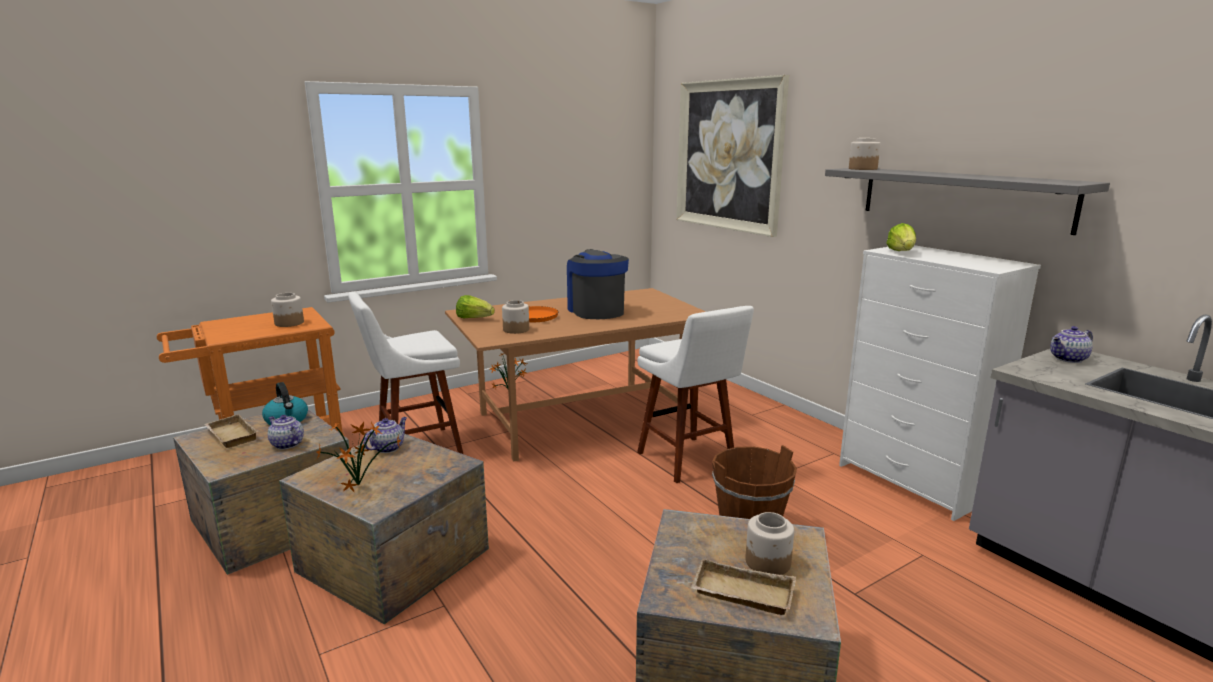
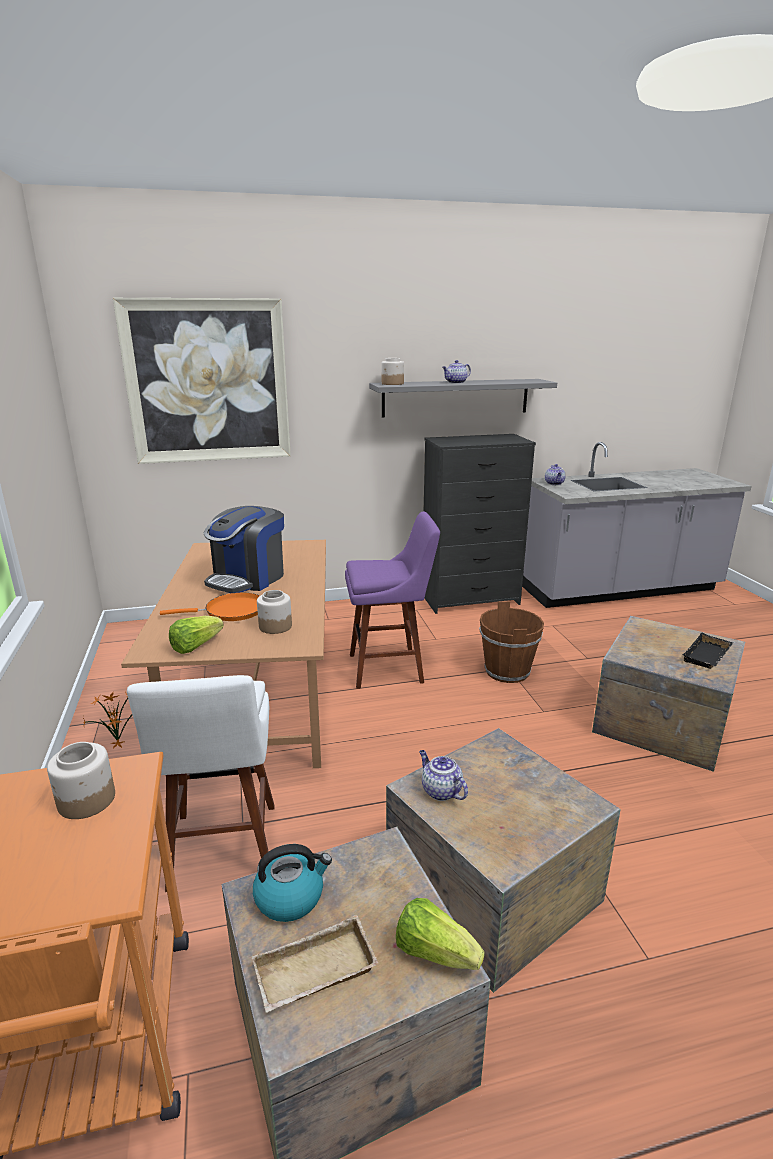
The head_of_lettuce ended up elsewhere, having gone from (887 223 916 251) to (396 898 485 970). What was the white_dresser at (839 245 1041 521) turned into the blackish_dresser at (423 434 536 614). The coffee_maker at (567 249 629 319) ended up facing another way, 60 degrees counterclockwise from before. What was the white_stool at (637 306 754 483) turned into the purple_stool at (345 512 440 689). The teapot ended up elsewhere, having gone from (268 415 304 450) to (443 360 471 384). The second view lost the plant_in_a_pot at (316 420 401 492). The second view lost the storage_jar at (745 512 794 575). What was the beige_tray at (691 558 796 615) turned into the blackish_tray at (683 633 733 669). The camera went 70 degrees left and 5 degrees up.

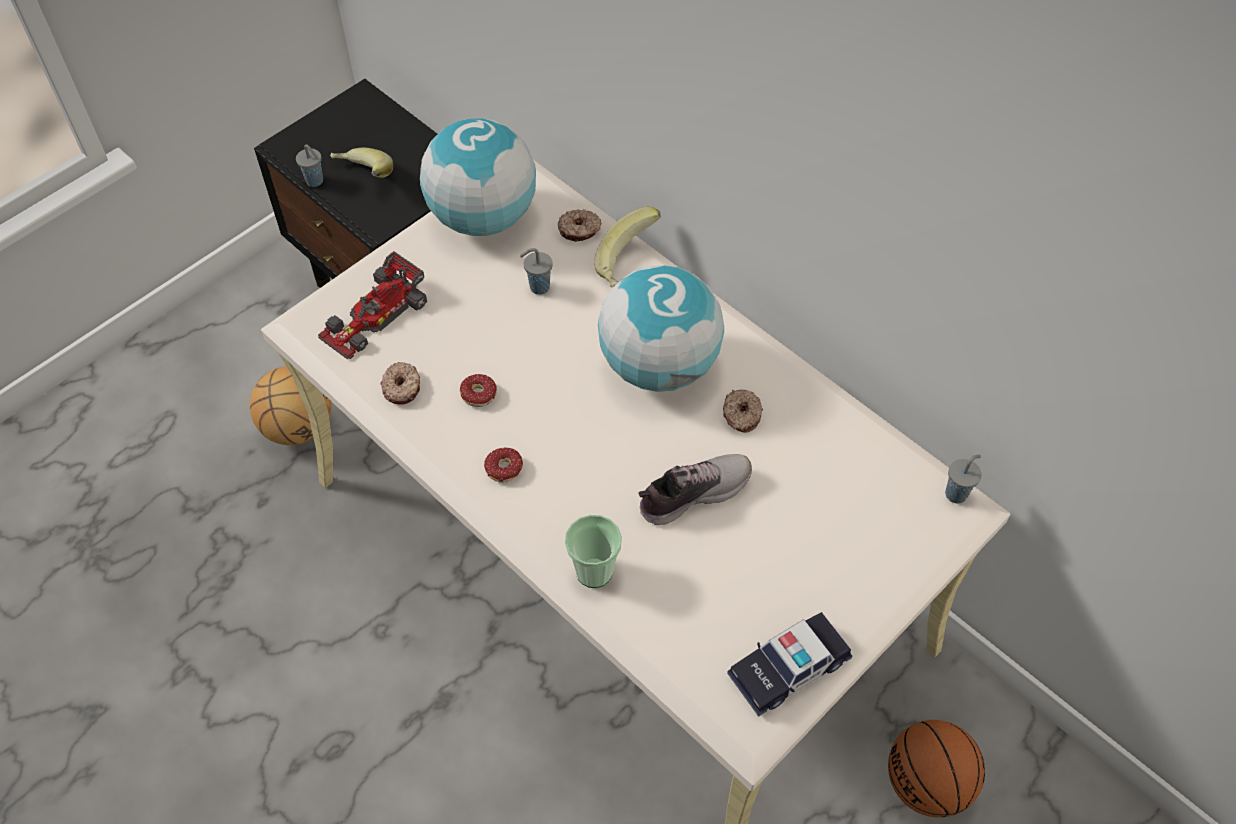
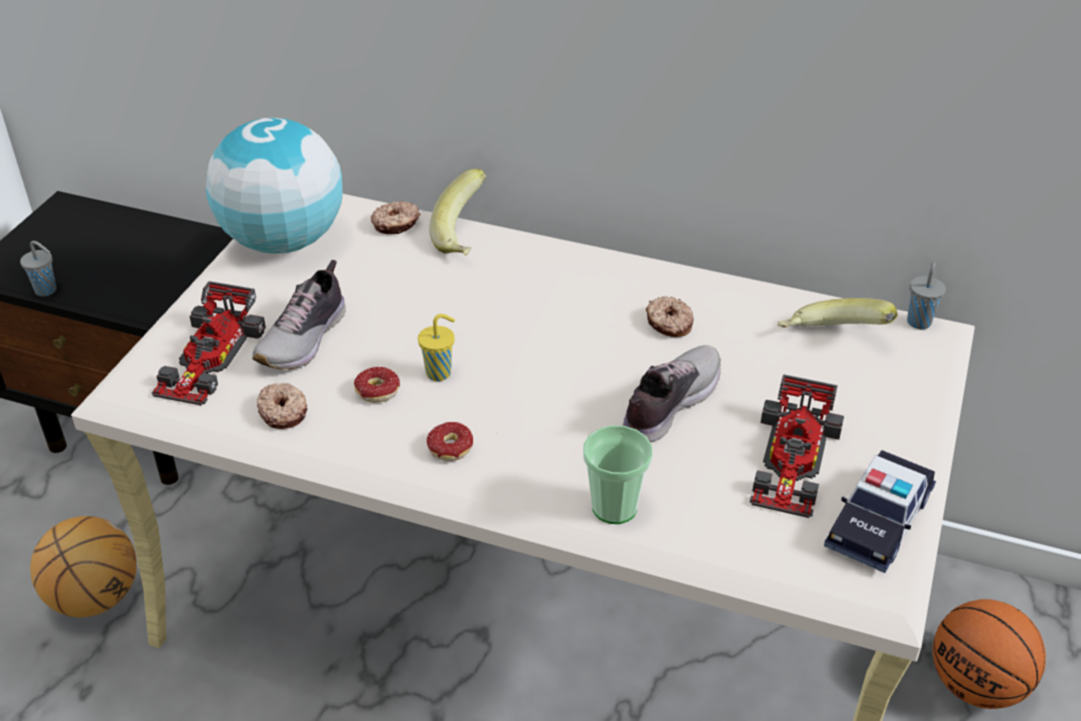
The whole_banana ended up elsewhere, having gone from (330 148 393 178) to (778 298 898 328). The second view lost the grey_drinking_cup at (520 248 553 295). The second view lost the world_globe at (598 265 724 392). The second view gained the item_of_footwear at (252 260 346 370). The second view gained the yellow-coloured_drinking_cup at (418 314 455 381). The second view gained the miniature_car at (749 374 844 518). The camera went 25 degrees left and 15 degrees down.

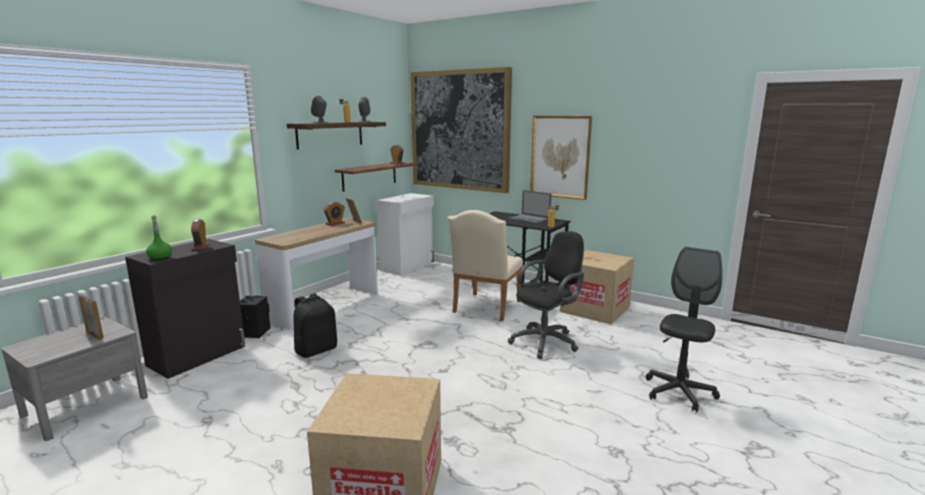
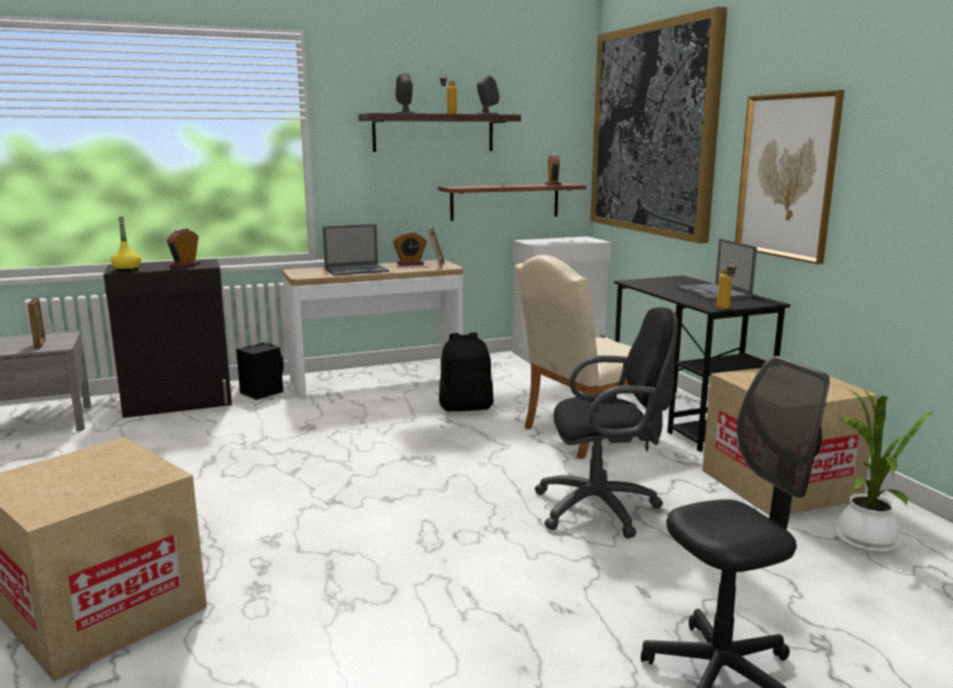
What was the greenish_bottle at (146 215 172 260) turned into the yellow-coloured_bottle at (111 216 141 271). The blackish_rucksack ended up elsewhere, having gone from (293 293 337 358) to (439 332 494 411). The second view gained the portable_computer at (323 224 389 276). The second view gained the plant_in_a_pot at (835 387 933 553). The camera went 35 degrees right and 0 degrees up.

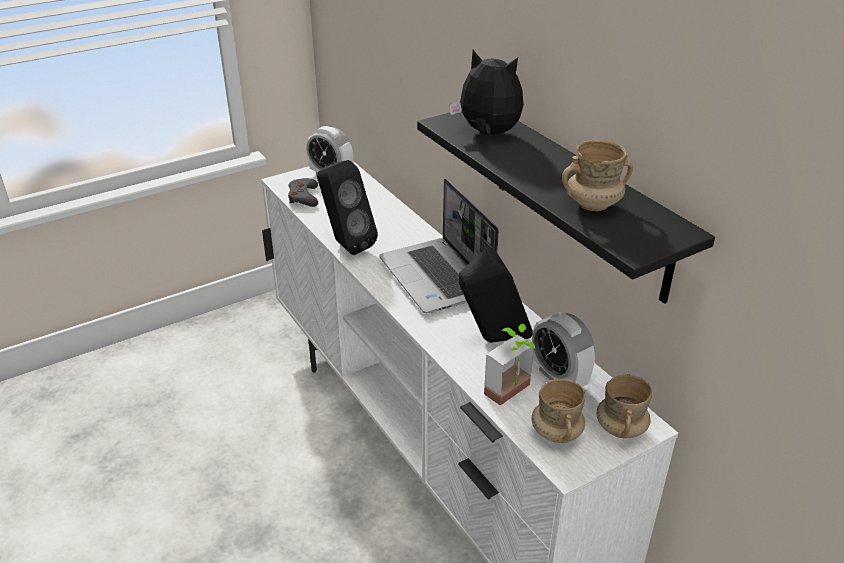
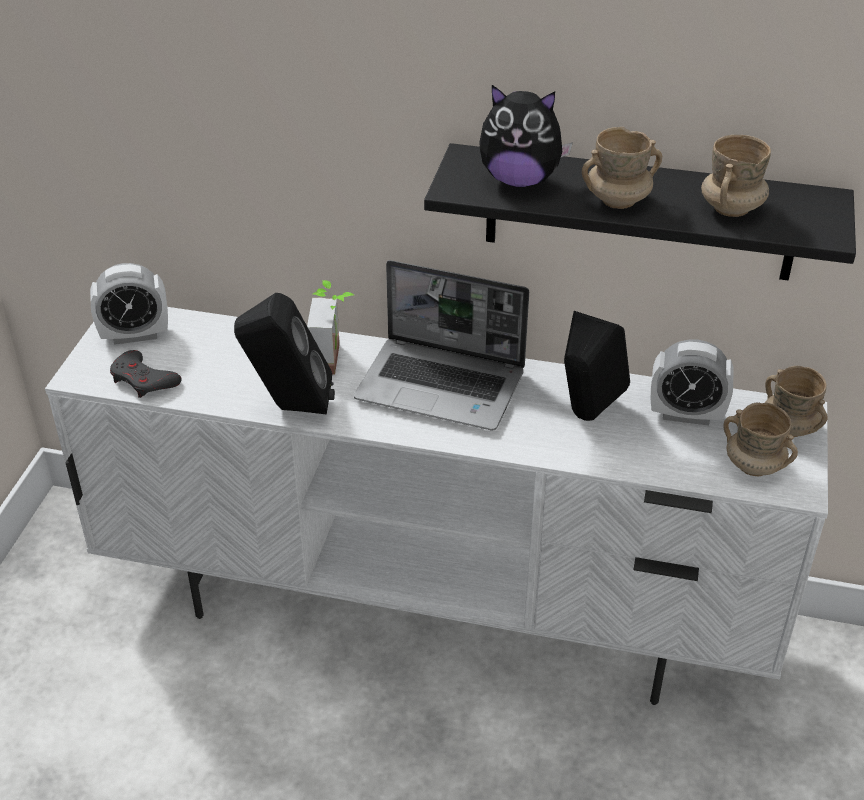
The cuddly_toy at (449 50 524 135) ended up facing another way, 150 degrees counterclockwise from before. The plant_in_a_pot ended up elsewhere, having gone from (484 324 536 405) to (307 280 354 374). The second view gained the beige_tea_mug at (582 127 662 209). The camera went 45 degrees left and 5 degrees up.

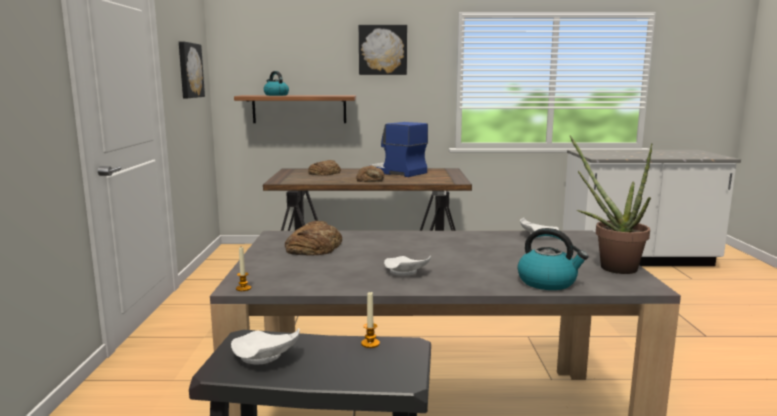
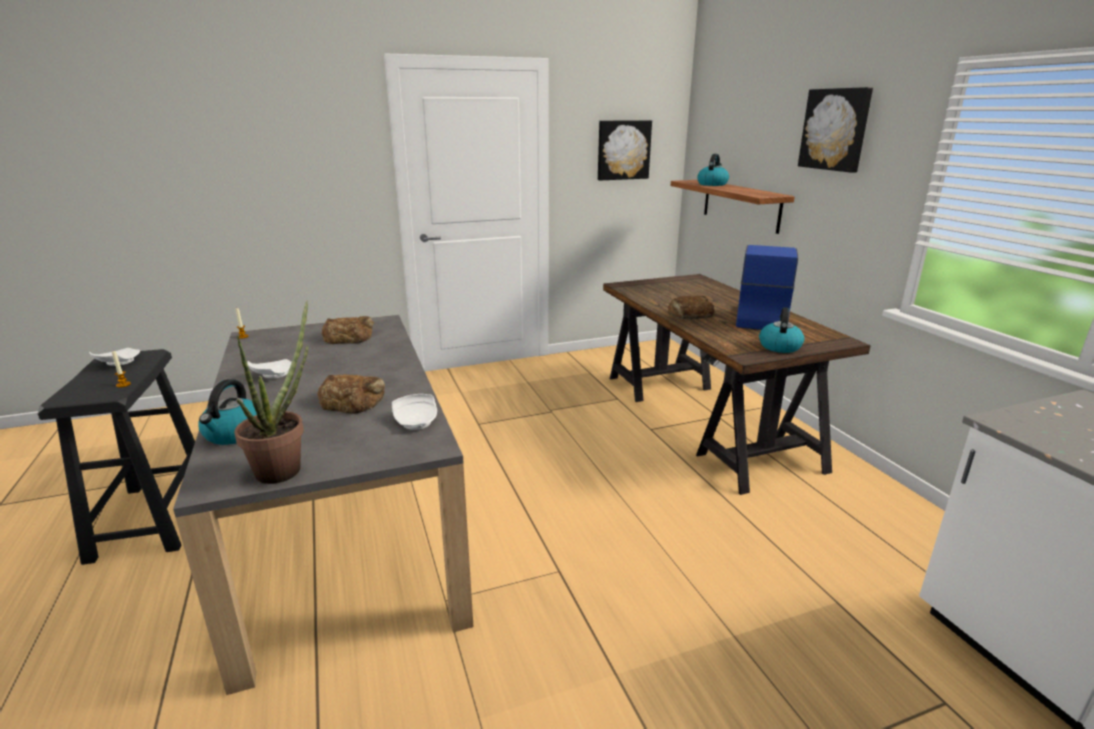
The baked_bread ended up elsewhere, having gone from (308 160 341 176) to (317 374 385 414). The second view gained the kettle at (759 307 804 353). The camera went 70 degrees right and 10 degrees up.

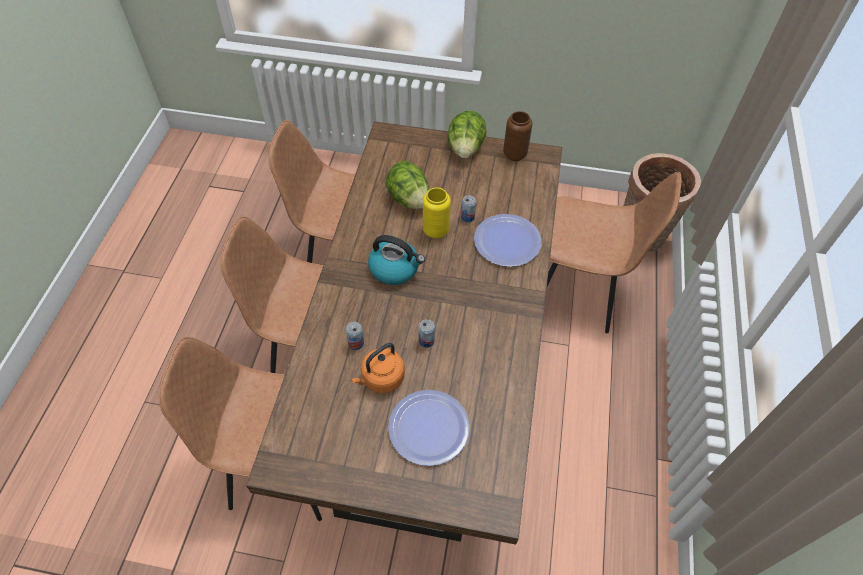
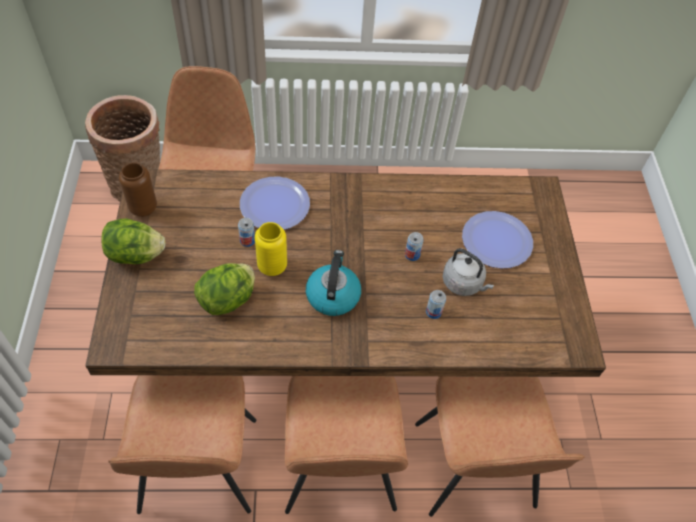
What was the orange-coloured_kettle at (351 343 405 393) turned into the grey_kettle at (443 248 494 296). The camera went 105 degrees left and 0 degrees up.

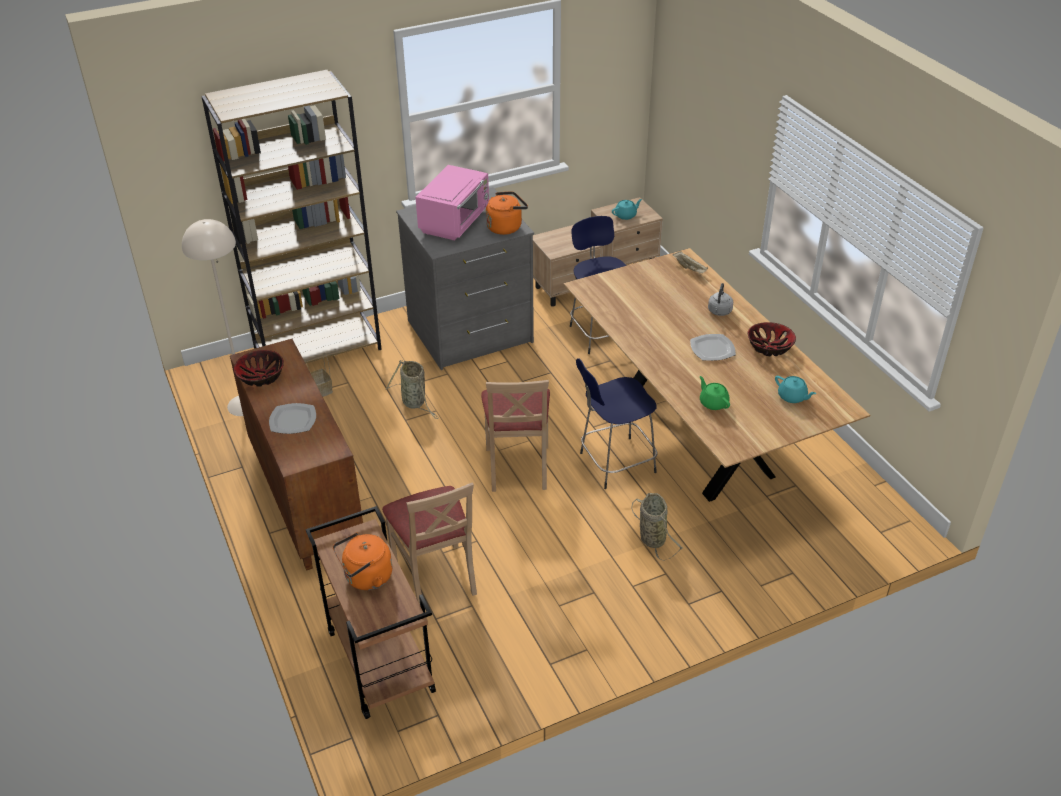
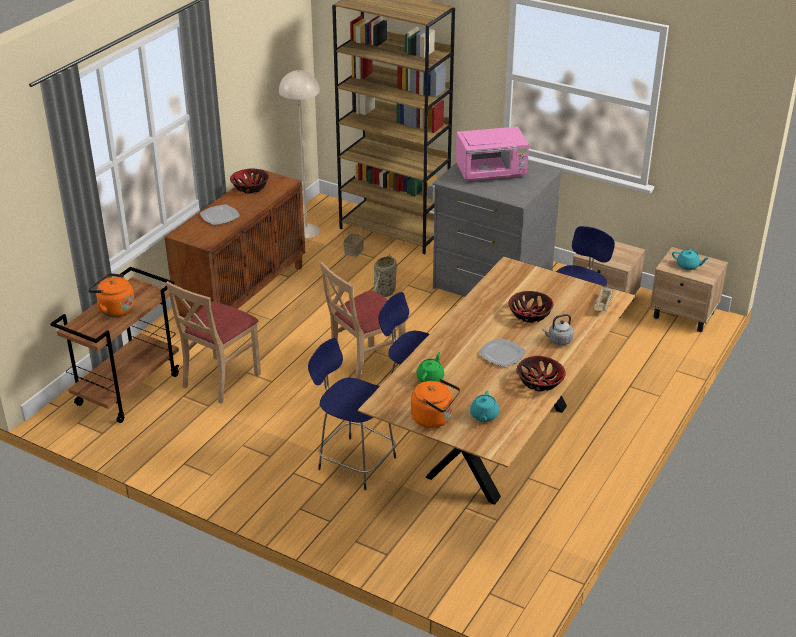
The orange-coloured_kettle ended up elsewhere, having gone from (486 191 528 235) to (411 379 460 428). Where the household_basket stood at (631 493 683 561), the blue_stool came to stand at (308 338 396 490). The second view gained the deep_dish at (508 291 553 323). The camera went 55 degrees right and 5 degrees down.

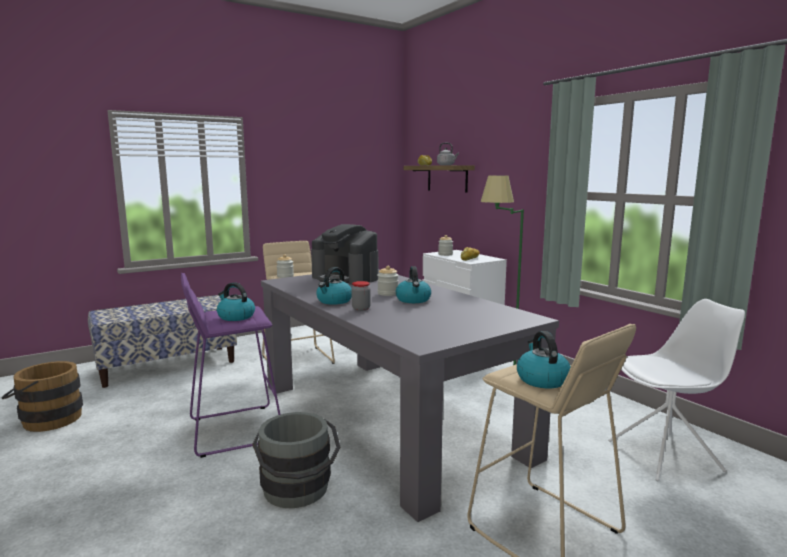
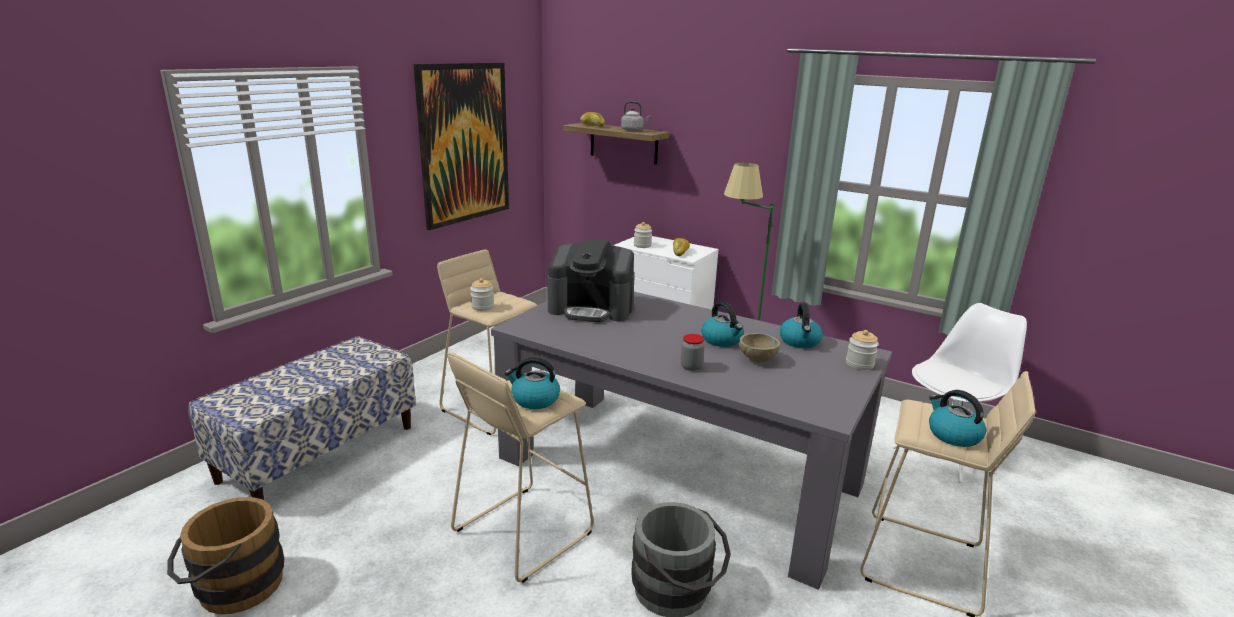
The storage_jar ended up elsewhere, having gone from (377 266 399 296) to (846 330 879 370). The kettle ended up elsewhere, having gone from (316 267 352 305) to (780 303 823 348). What was the purple_stool at (181 273 280 458) turned into the beige_stool at (448 353 594 583). The second view gained the wall_art at (413 63 509 230). The second view gained the beige_deep_dish at (739 333 780 363). The camera went 25 degrees left and 10 degrees up.

